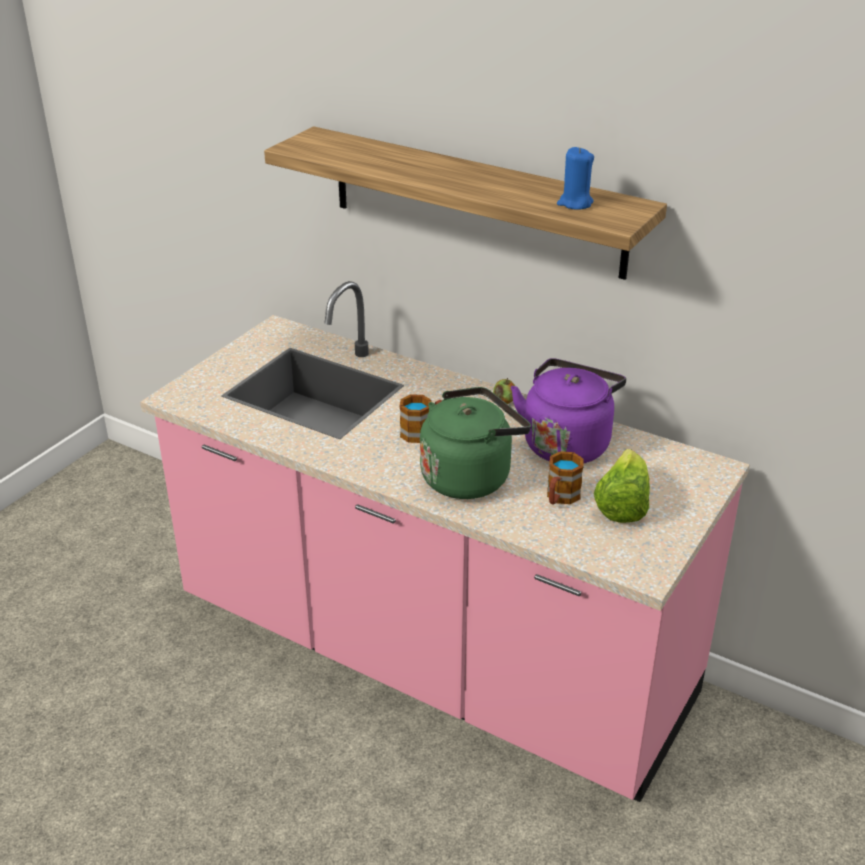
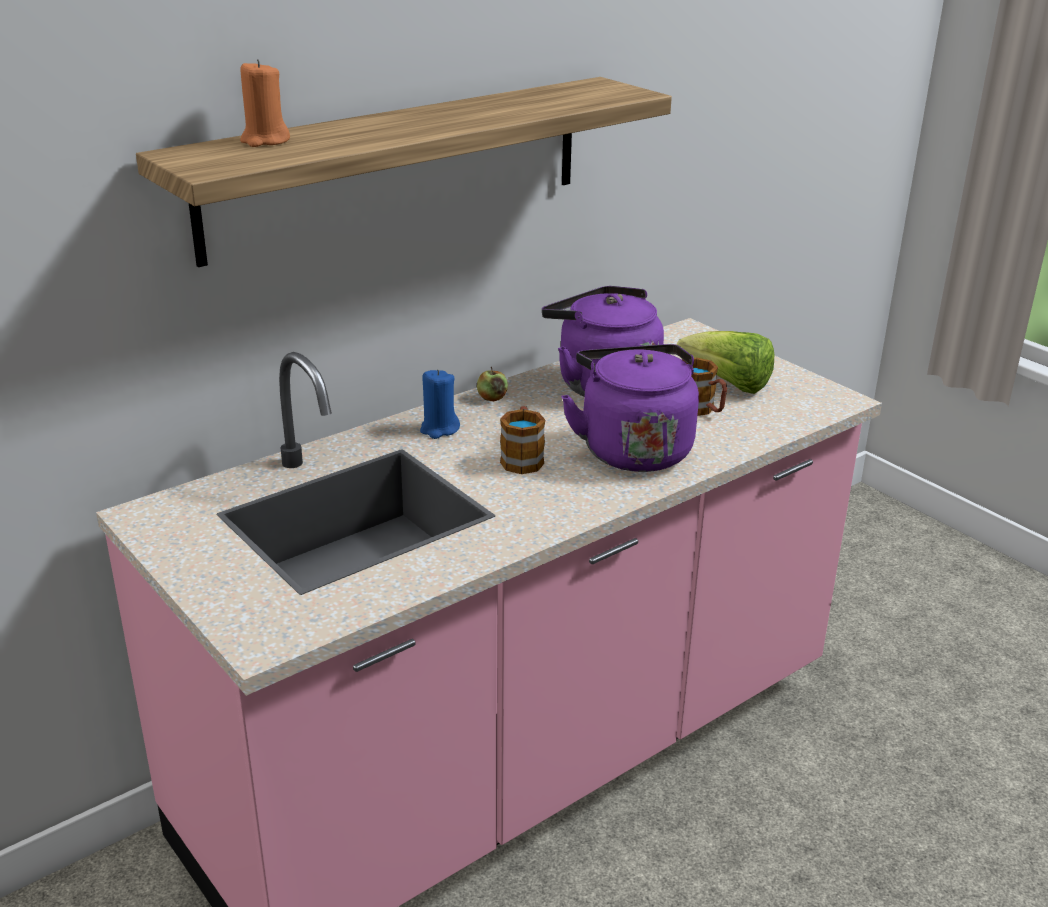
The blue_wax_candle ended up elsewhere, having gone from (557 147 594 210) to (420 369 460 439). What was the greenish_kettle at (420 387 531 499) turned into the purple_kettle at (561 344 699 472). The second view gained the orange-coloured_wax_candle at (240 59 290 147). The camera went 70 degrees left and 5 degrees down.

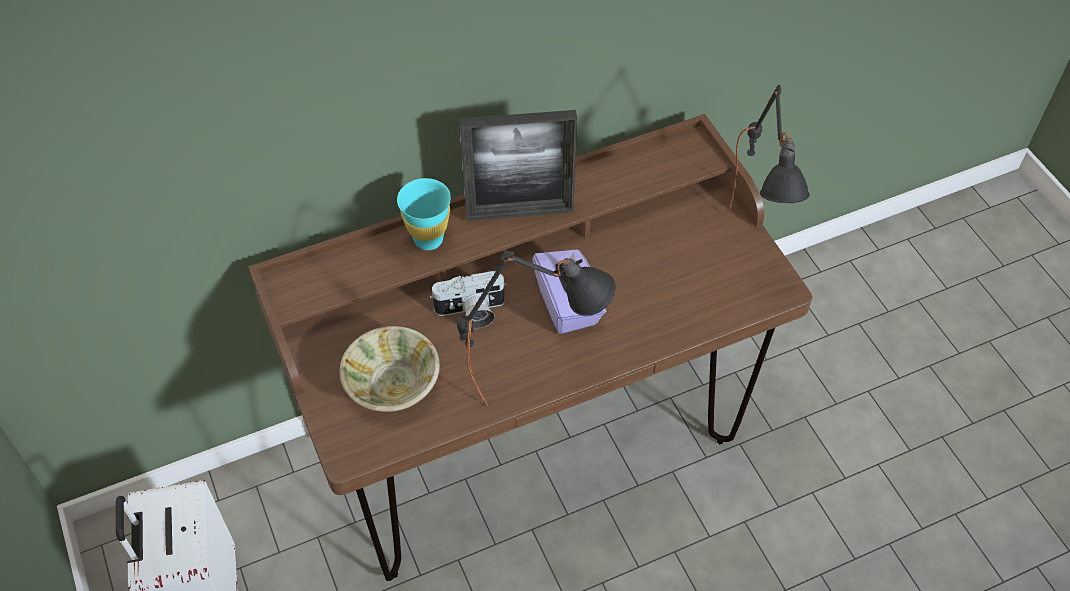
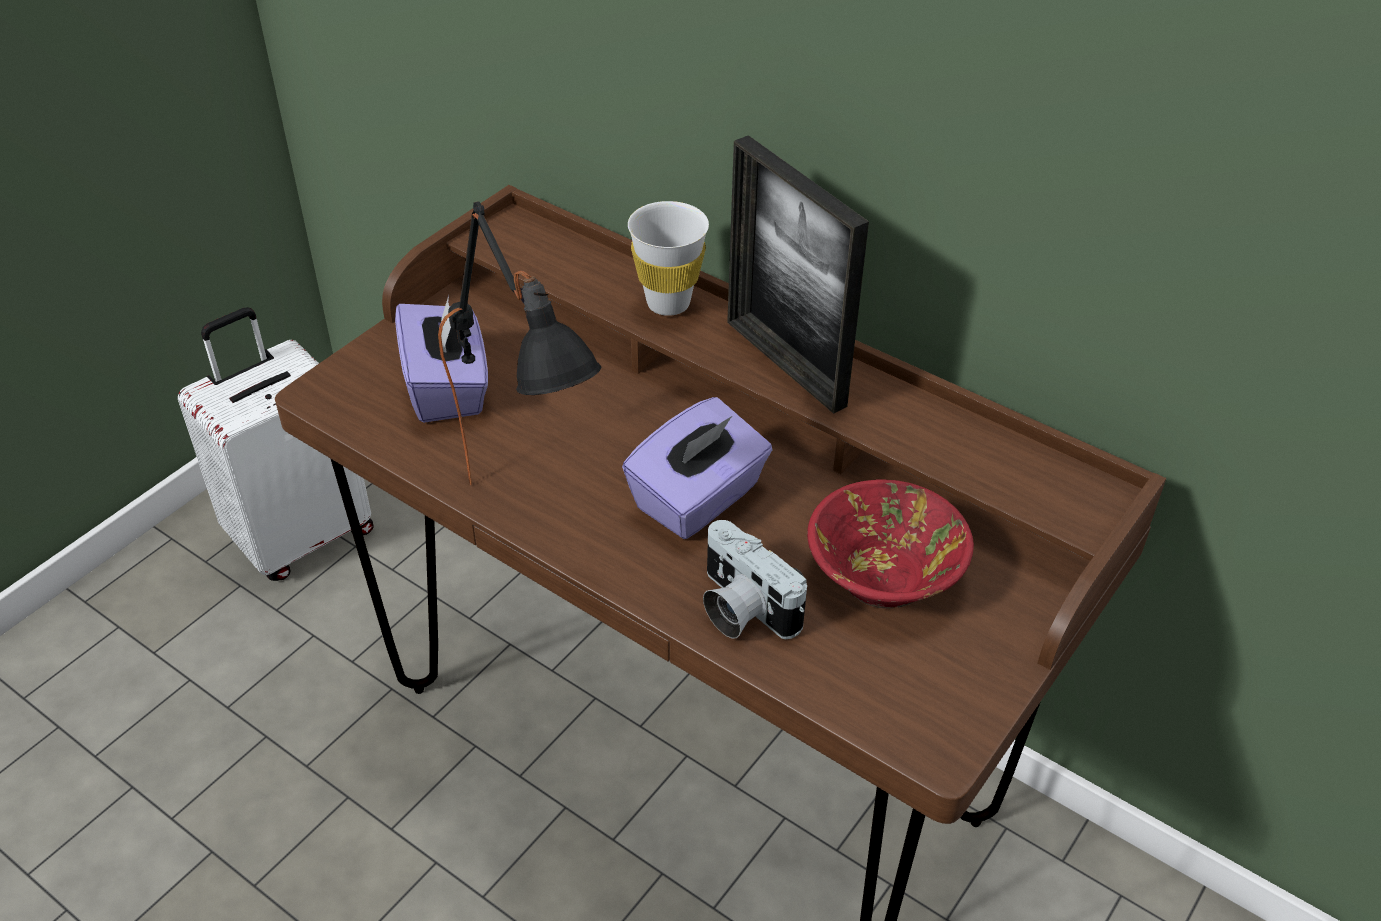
The second view lost the blackish_lamp_for_a_table at (728 85 810 218). What was the blue-green_drinking_cup at (397 178 451 250) turned into the white_drinking_cup at (628 201 709 316). The photo_camera ended up elsewhere, having gone from (430 270 507 329) to (703 520 807 639). Where the beige_deep_dish stood at (339 326 440 412), the purple_tissue_box came to stand at (395 295 488 423). The second view gained the red-coloured_deep_dish at (807 479 974 609). The camera went 60 degrees right and 10 degrees down.

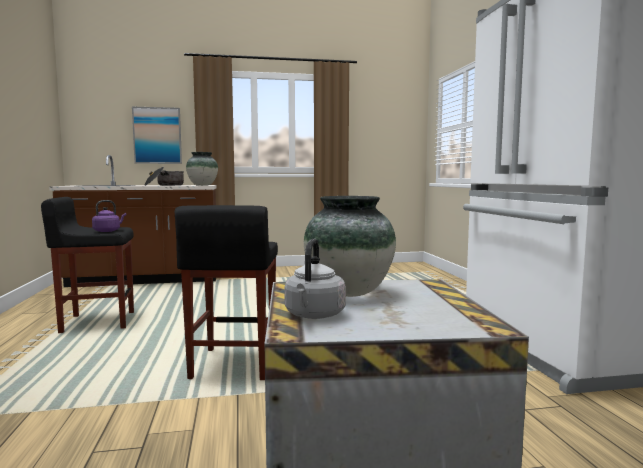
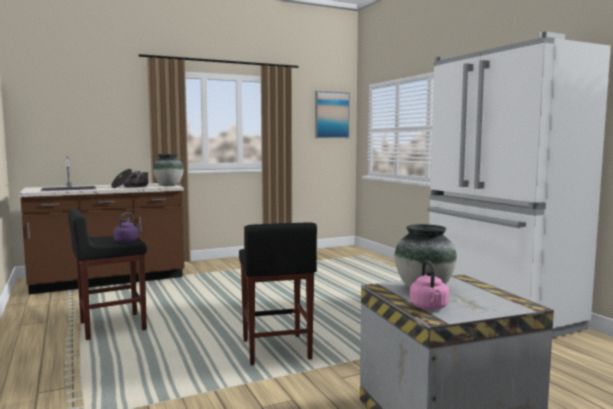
The wall_art ended up elsewhere, having gone from (132 107 182 164) to (315 91 350 138). What was the grey_kettle at (284 239 346 319) turned into the pink_kettle at (410 260 449 310). The camera went 15 degrees left and 0 degrees up.

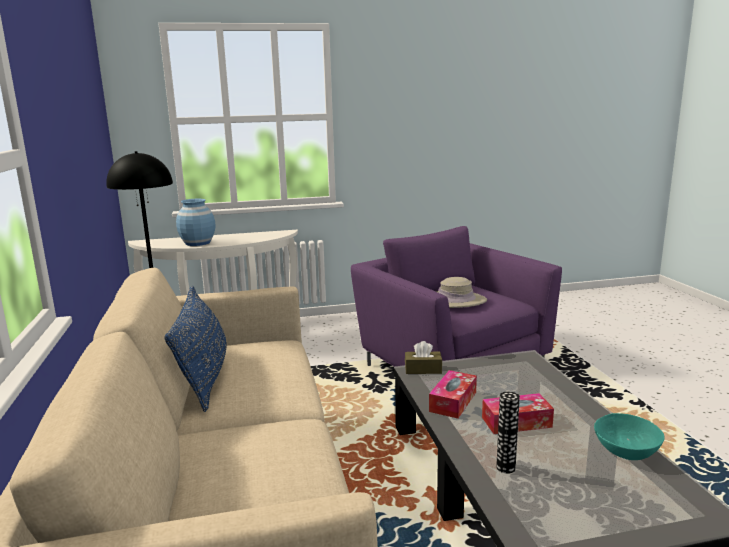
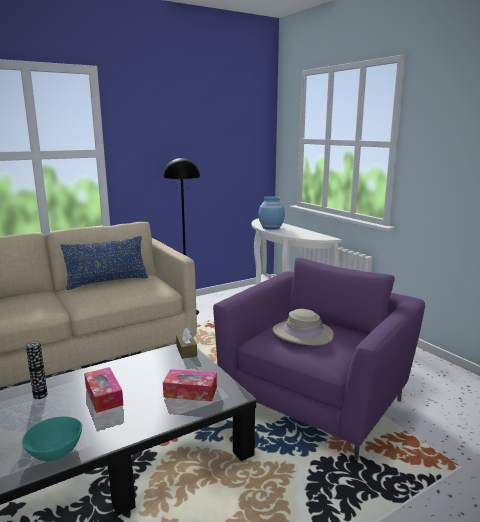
The tissue_box ended up elsewhere, having gone from (429 370 477 419) to (163 369 217 401). The camera went 70 degrees right and 0 degrees up.

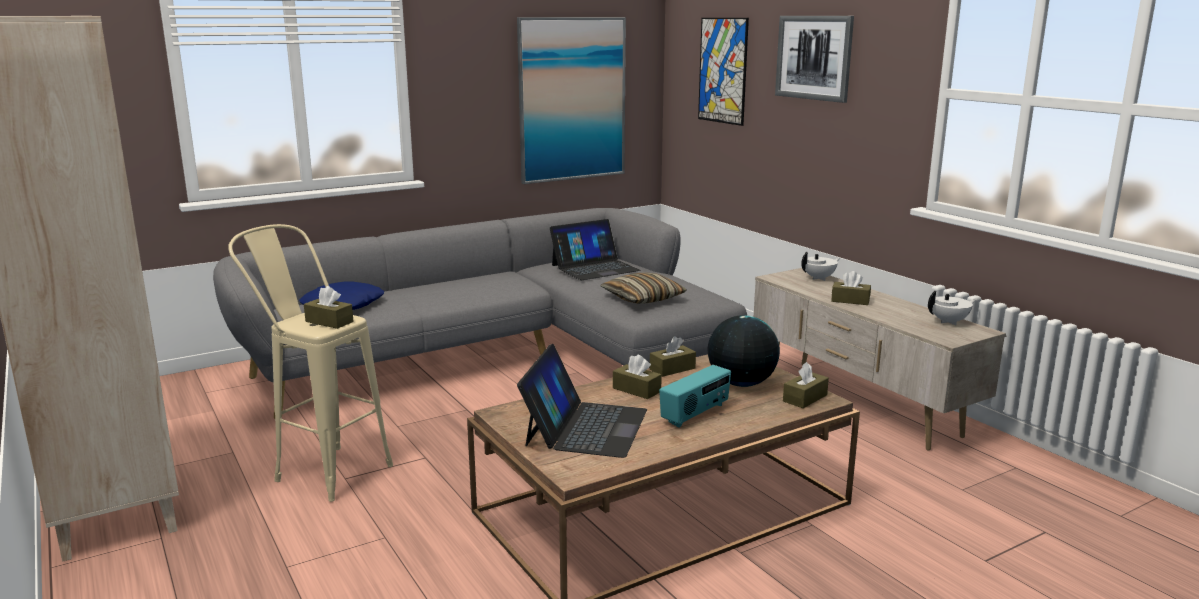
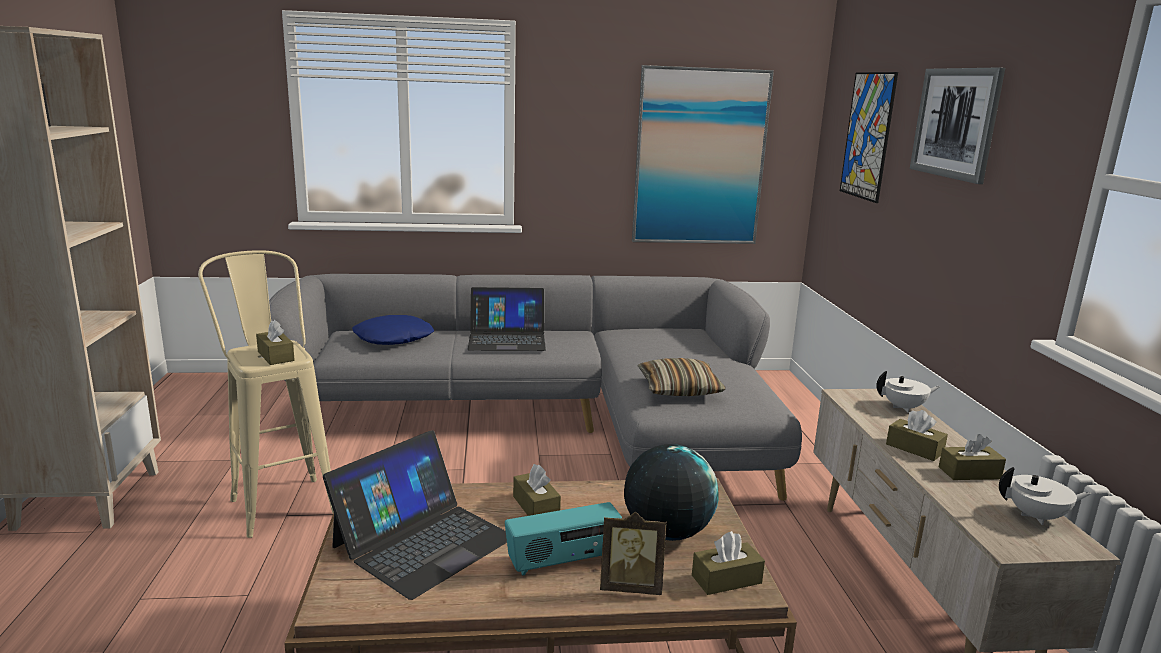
The portable_computer ended up elsewhere, having gone from (550 219 640 280) to (468 287 546 351). The brown-coloured_tissue_box ended up elsewhere, having gone from (650 336 696 377) to (939 434 1006 480). The second view gained the picture_frame at (600 512 667 595). The camera went 25 degrees right and 0 degrees up.

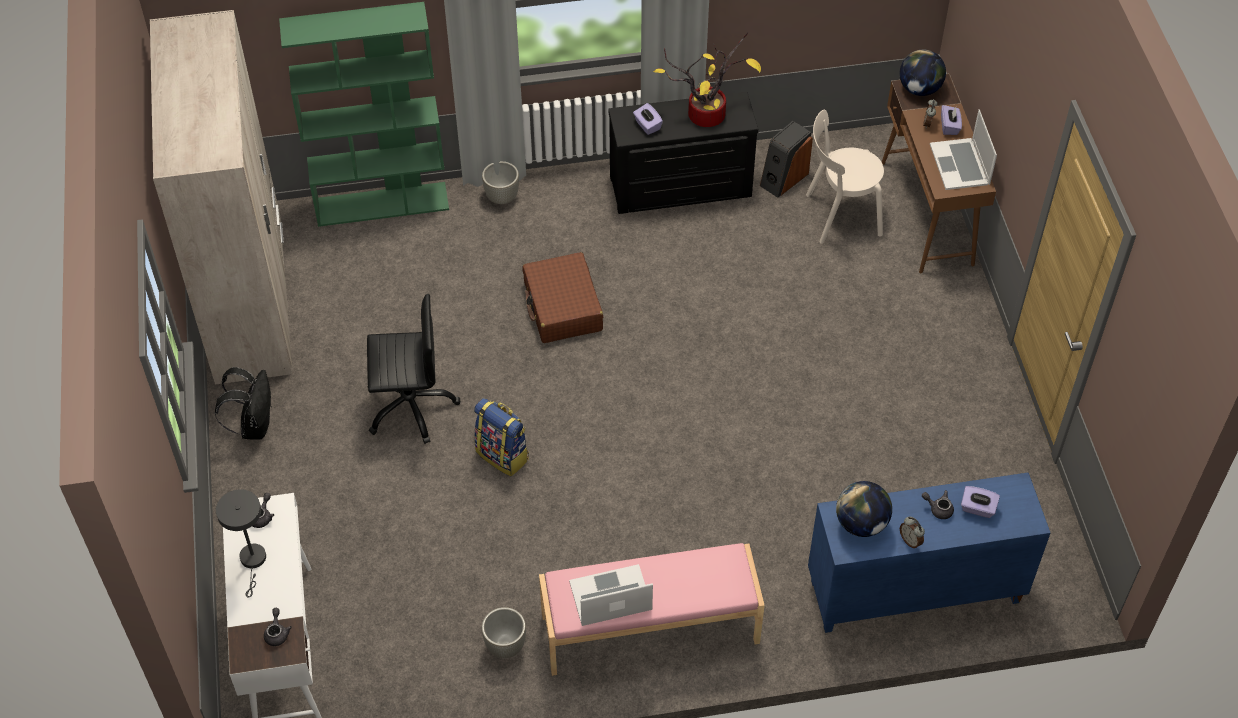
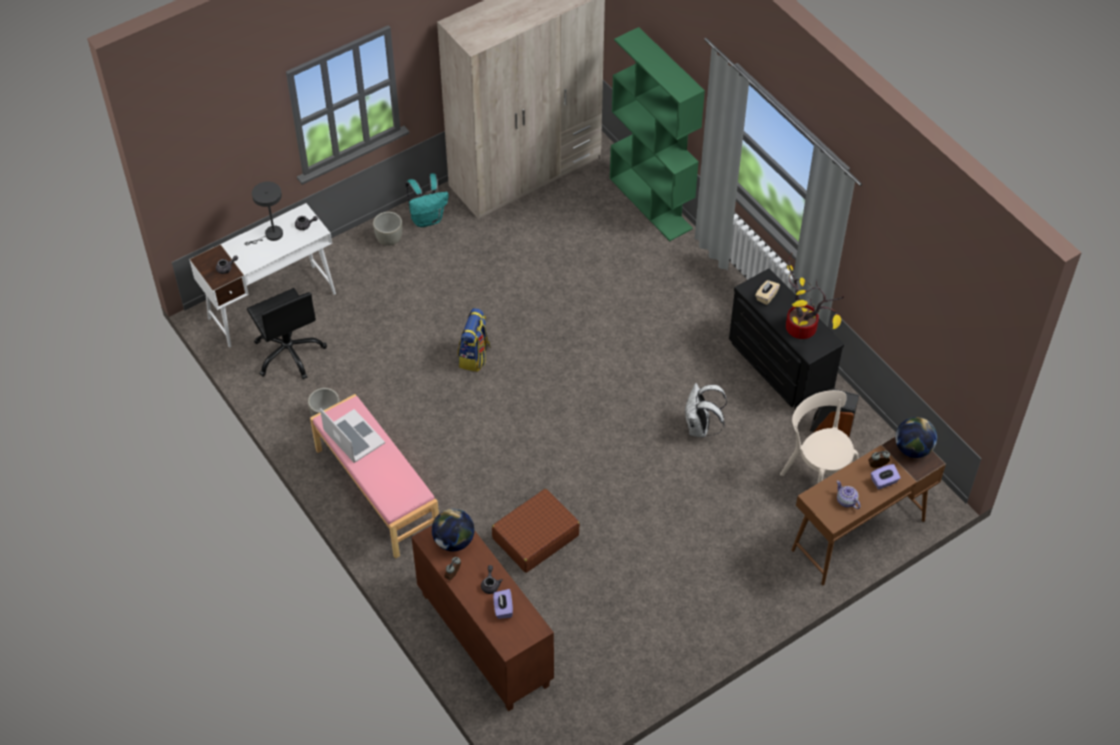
What was the purple_tissue_box at (633 103 663 135) turned into the beige_tissue_box at (755 280 780 305). Where the portable_computer stood at (930 109 997 190), the teapot came to stand at (837 480 861 509). The grey_flower_pot ended up elsewhere, having gone from (482 161 519 204) to (373 212 402 246). The brown-coloured_piece_of_luggage ended up elsewhere, having gone from (522 252 603 343) to (492 489 580 573). The blackish_computer_chair ended up elsewhere, having gone from (367 294 461 444) to (247 288 327 380). What was the blackish_rucksack at (215 367 271 440) turned into the blue-green_rucksack at (406 173 449 227). What was the blue_cabinet at (808 472 1050 633) turned into the brown-coloured_cabinet at (411 525 554 711). The second view gained the white_rucksack at (684 383 727 437). The camera went 65 degrees right and 0 degrees up.

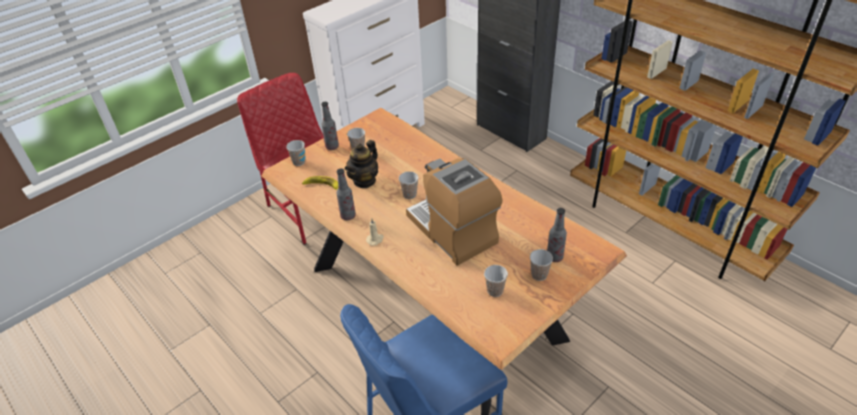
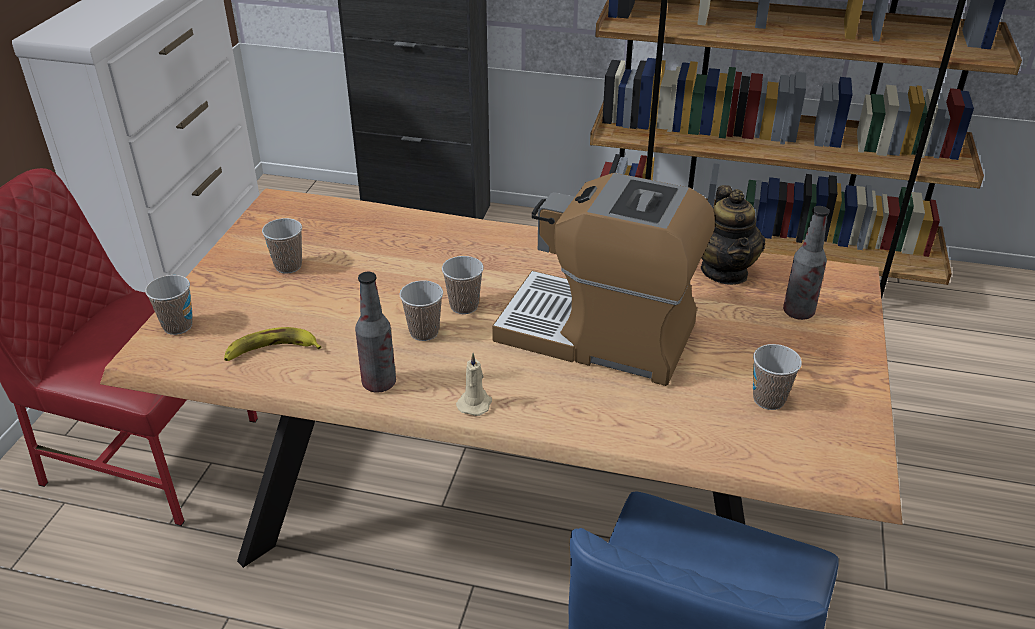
The second view lost the bottle at (321 102 339 150). The teapot ended up elsewhere, having gone from (345 140 378 188) to (701 185 765 285). The drinking_cup ended up elsewhere, having gone from (530 249 553 281) to (400 281 443 341). The camera went 35 degrees left and 5 degrees down.

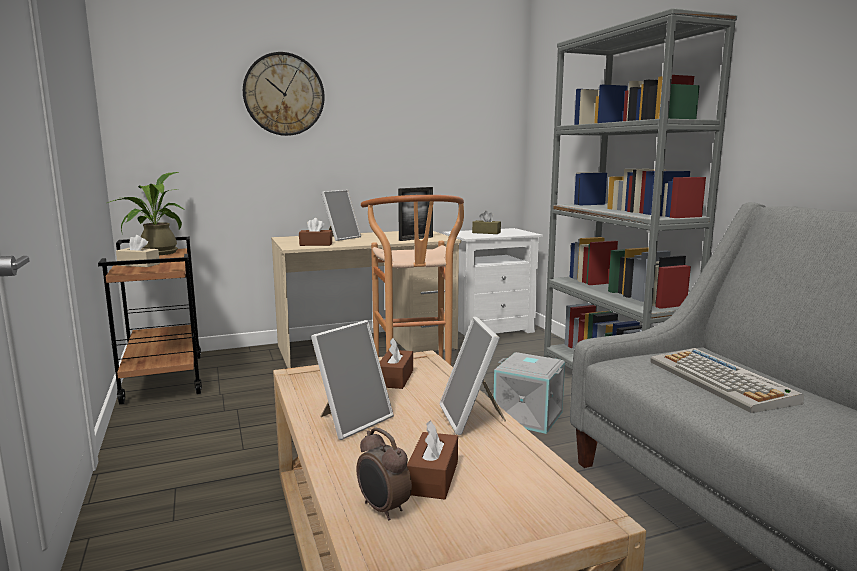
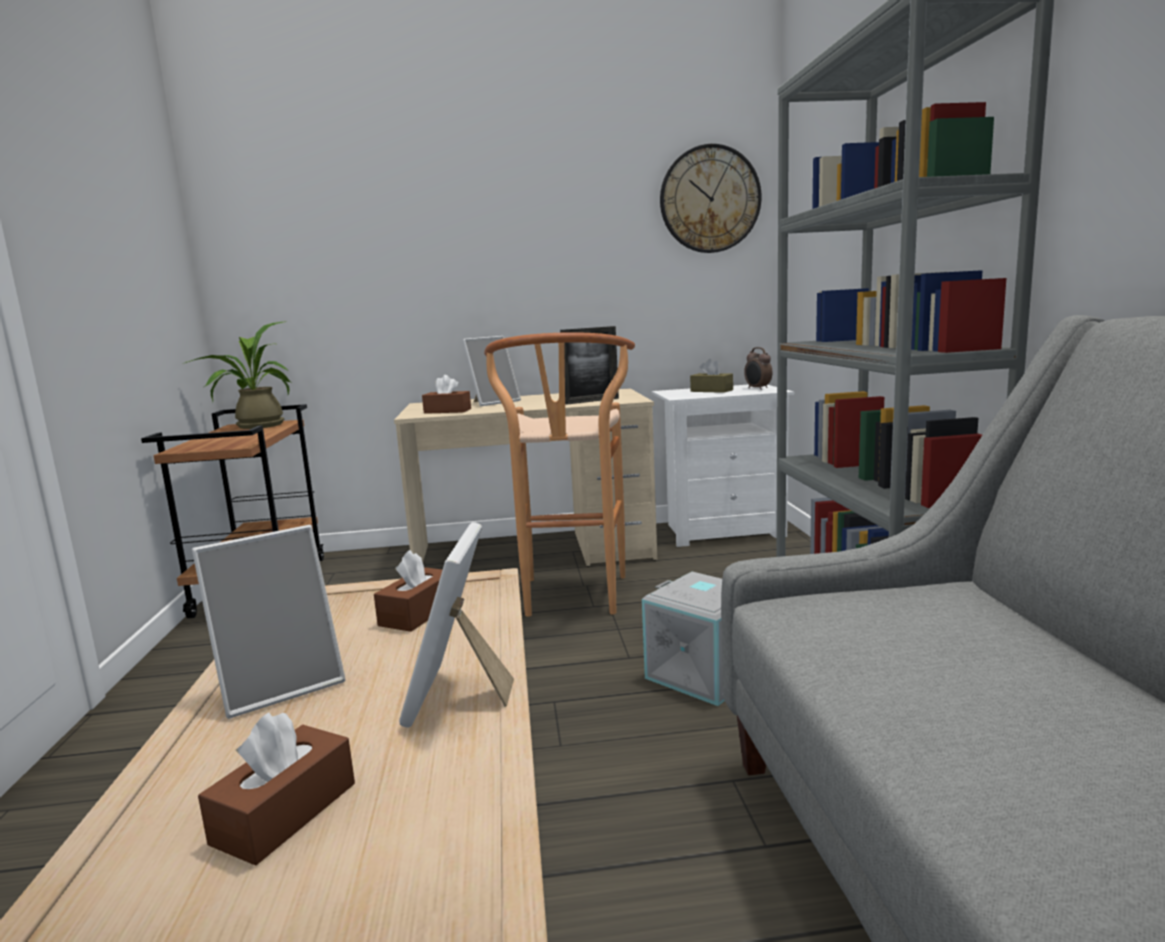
The hanging_clock ended up elsewhere, having gone from (243 52 325 136) to (660 144 761 253). The second view lost the beige_tissue_box at (116 235 160 267). The second view lost the keyboard at (650 348 804 413). The bedside_clock ended up elsewhere, having gone from (357 428 412 521) to (744 347 773 390). The camera went 15 degrees right and 0 degrees up.

